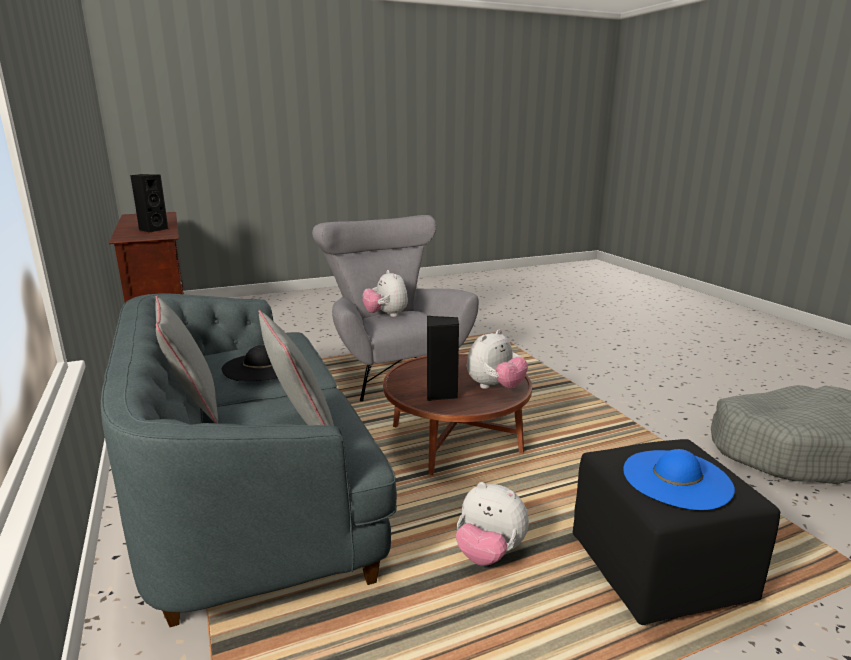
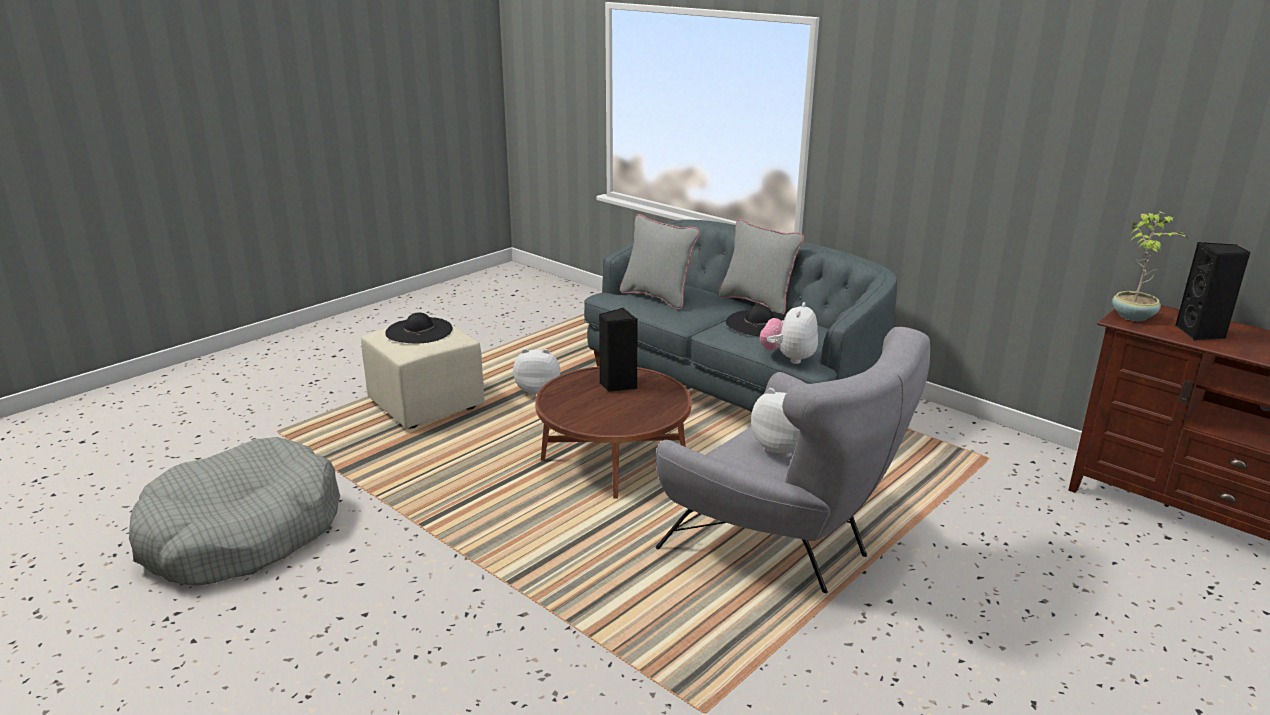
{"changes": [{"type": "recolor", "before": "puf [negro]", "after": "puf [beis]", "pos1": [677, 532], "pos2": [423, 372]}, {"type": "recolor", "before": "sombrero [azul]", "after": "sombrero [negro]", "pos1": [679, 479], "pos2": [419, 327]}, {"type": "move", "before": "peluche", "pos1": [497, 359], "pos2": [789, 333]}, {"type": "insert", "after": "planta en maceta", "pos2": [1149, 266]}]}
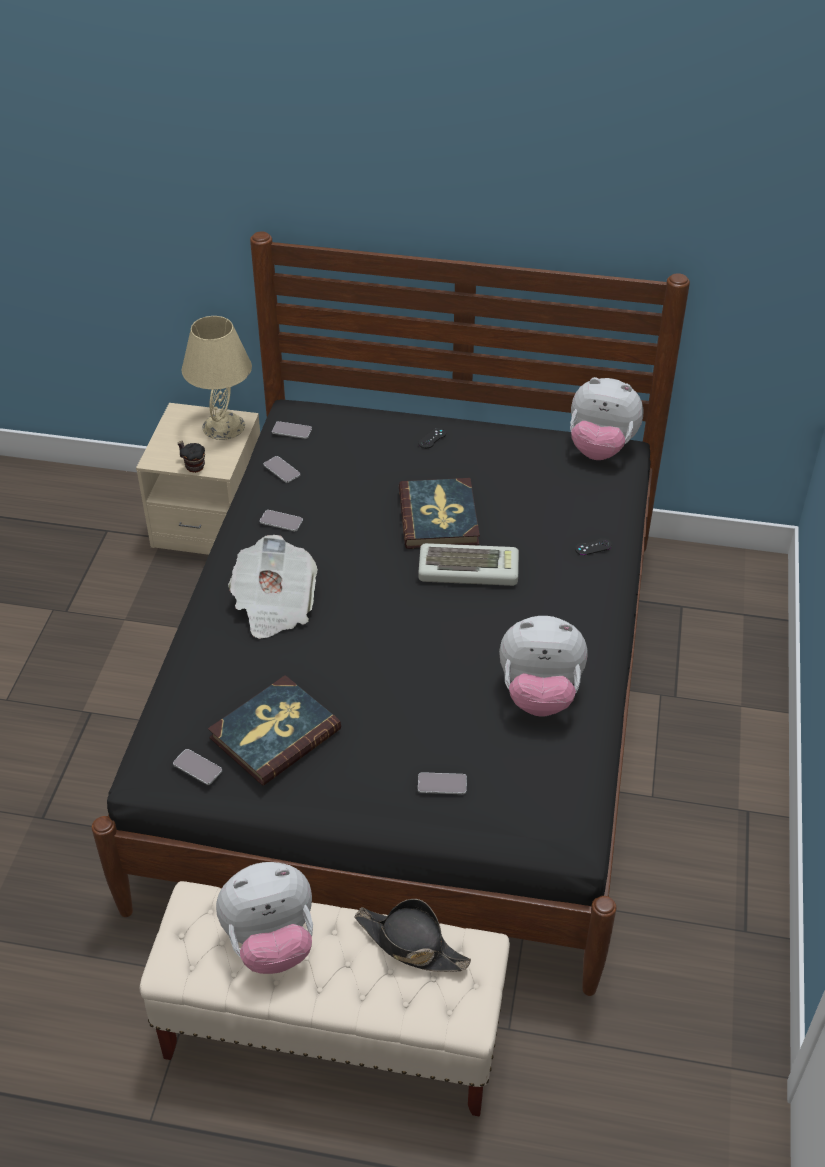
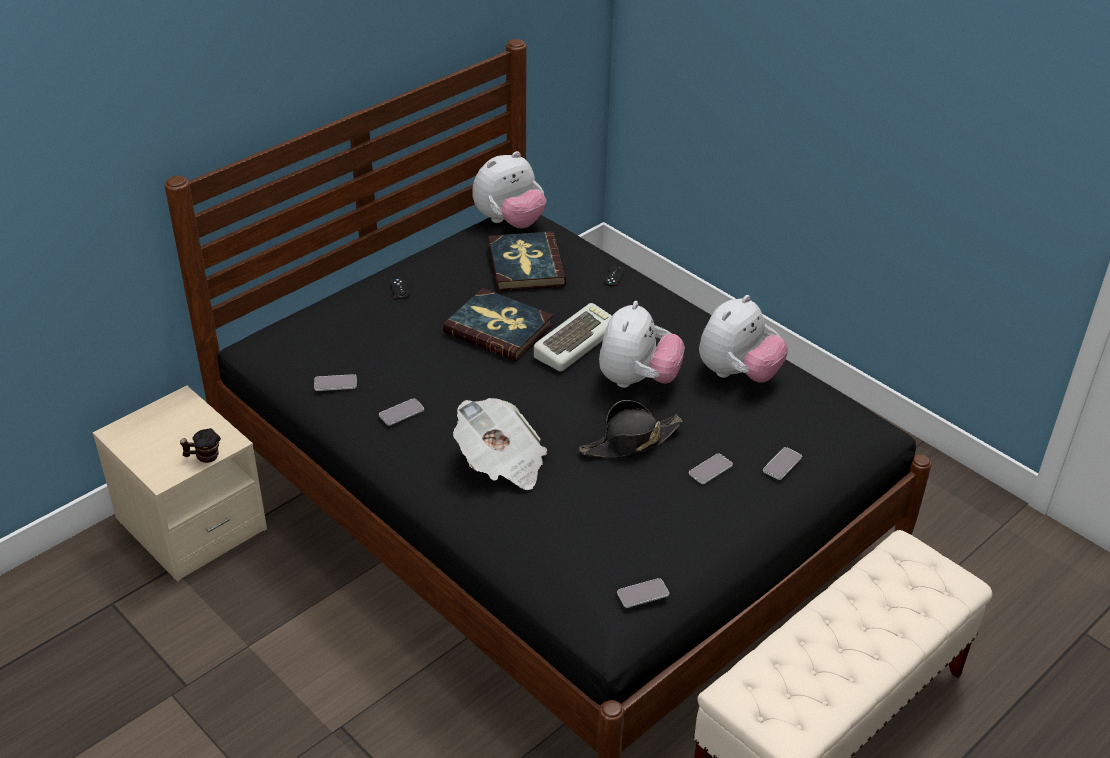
{"changes": [{"type": "move", "before": "libro", "pos1": [274, 730], "pos2": [527, 261]}, {"type": "move", "before": "sombrero [negro]", "pos1": [412, 935], "pos2": [631, 428]}, {"type": "move", "before": "peluche", "pos1": [264, 918], "pos2": [642, 344]}, {"type": "move", "before": "móvil", "pos1": [292, 430], "pos2": [711, 468]}, {"type": "delete", "before": "lámpara de mesa [beis]", "pos1": [216, 378]}]}
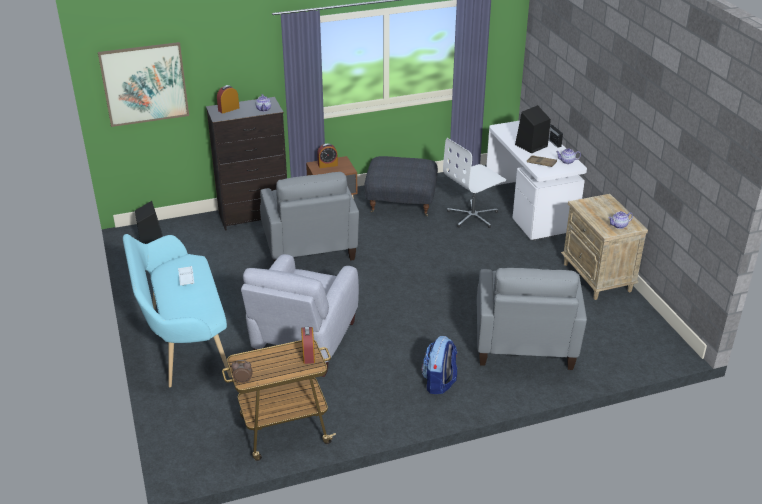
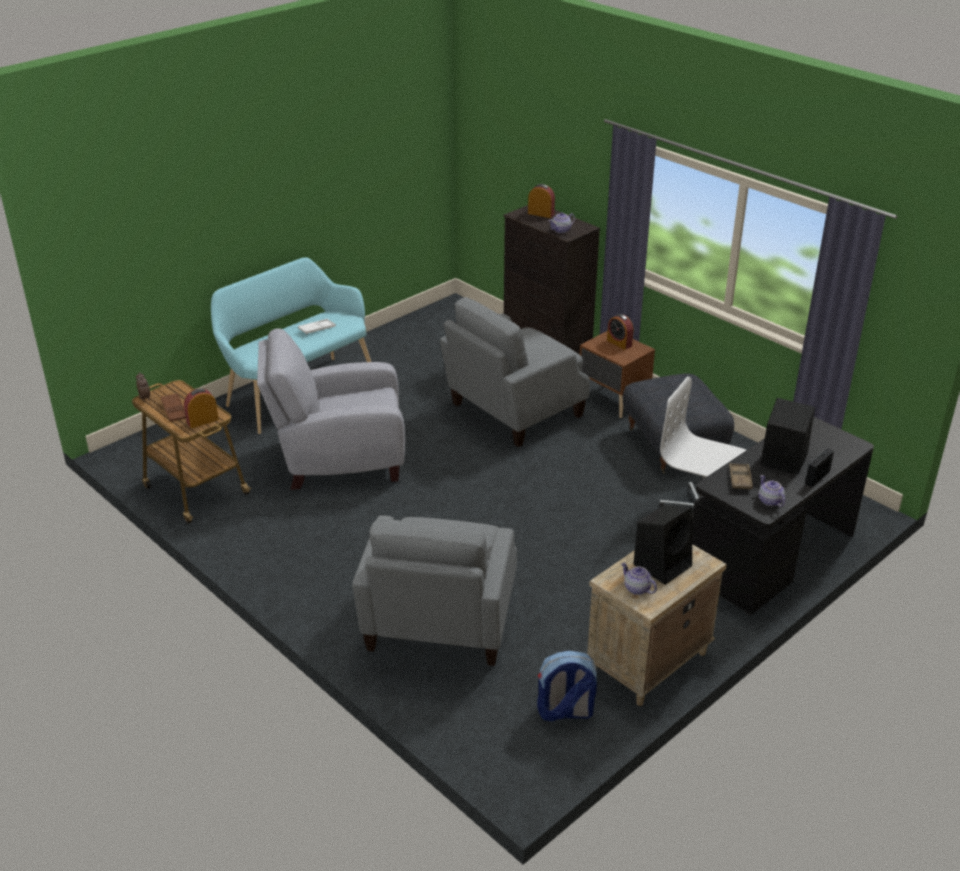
{"changes": [{"type": "insert", "after": "bandeja [marrón]", "pos2": [173, 407]}, {"type": "rotate", "before": "sillón [gris]", "pos1": [532, 319], "pos2": [434, 590], "turn": -60}, {"type": "move", "before": "mochila", "pos1": [439, 365], "pos2": [567, 686]}, {"type": "move", "before": "altavoz [negro]", "pos1": [149, 222], "pos2": [662, 545]}, {"type": "recolor", "before": "escritorio [blanco]", "after": "escritorio [negro]", "pos1": [536, 181], "pos2": [783, 516]}, {"type": "delete", "before": "cuadro", "pos1": [143, 84]}]}
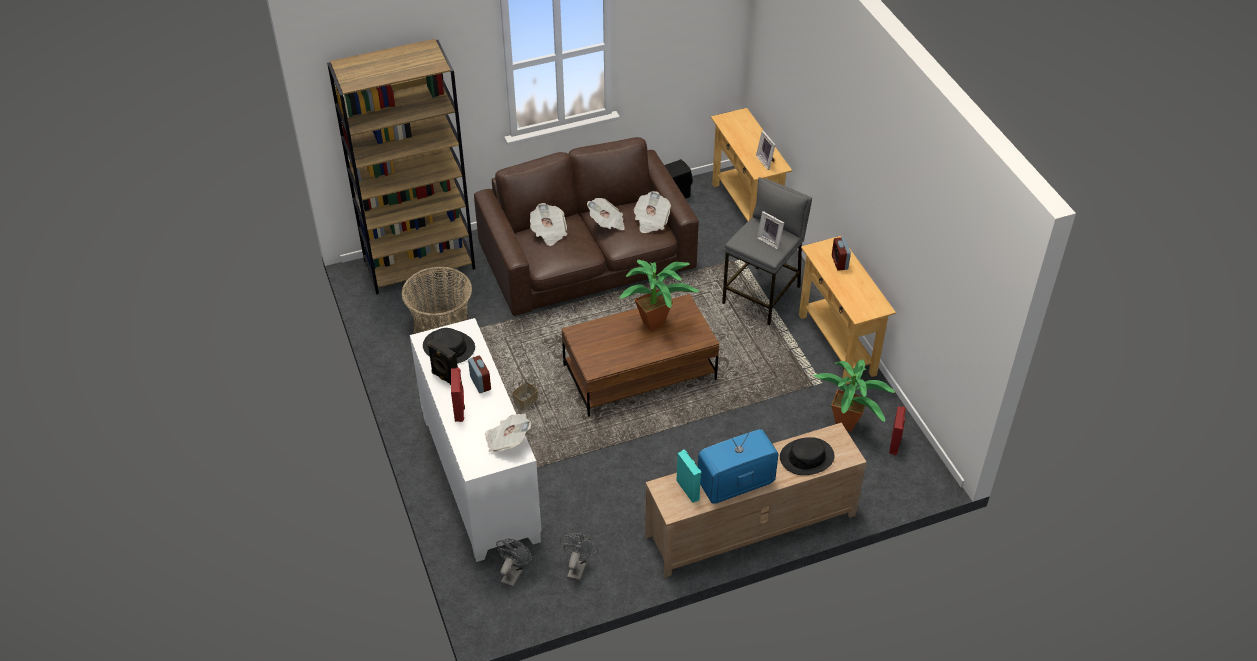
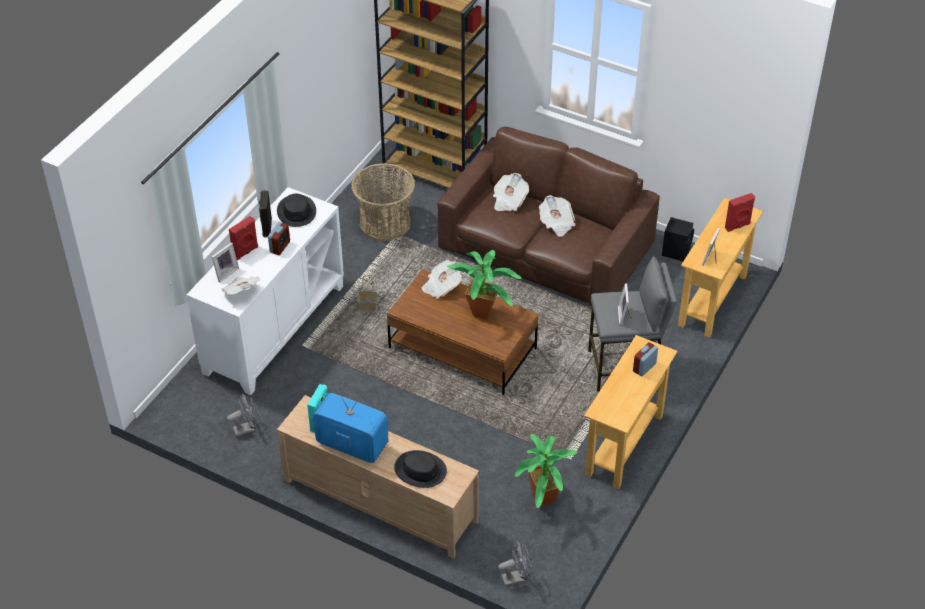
{"changes": [{"type": "insert", "after": "portarretratos", "pos2": [225, 263]}, {"type": "move", "before": "periódico", "pos1": [652, 212], "pos2": [442, 279]}, {"type": "move", "before": "ventilador [gris]", "pos1": [514, 563], "pos2": [516, 563]}, {"type": "move", "before": "altavoz [rojo]", "pos1": [897, 430], "pos2": [740, 212]}]}
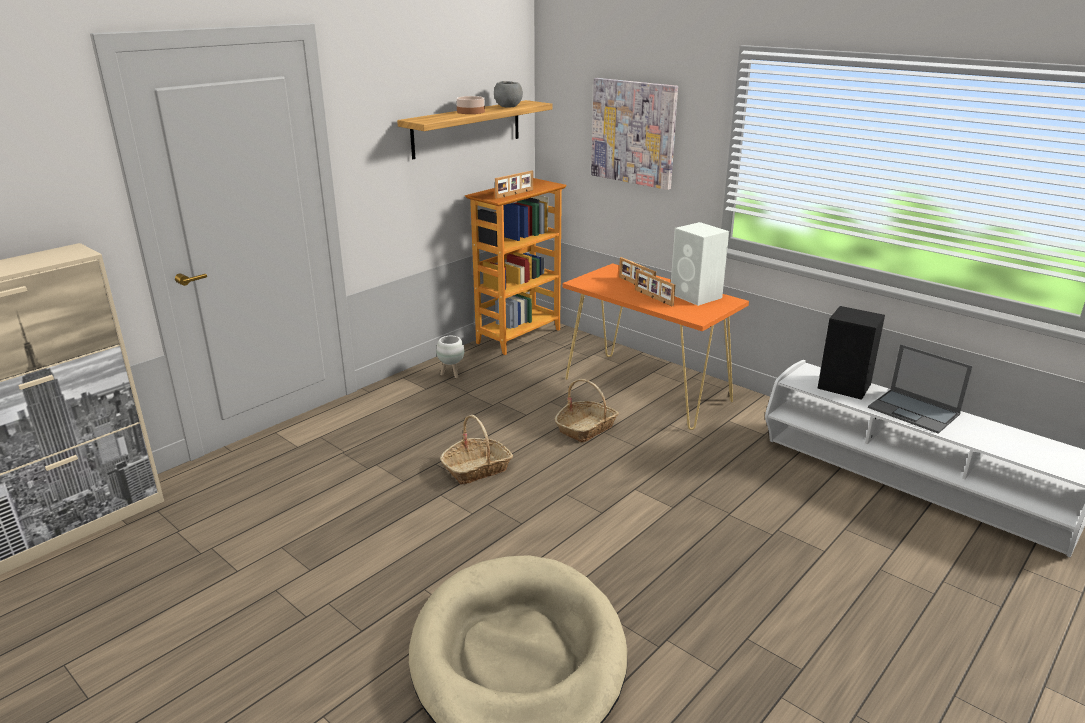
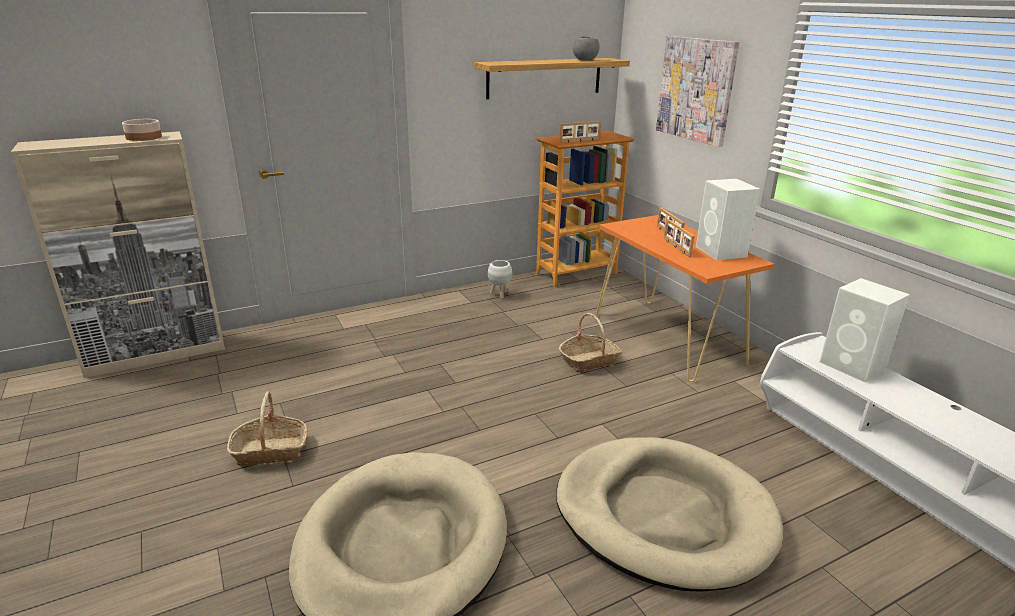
{"changes": [{"type": "move", "before": "cuenco", "pos1": [470, 105], "pos2": [142, 130]}, {"type": "move", "before": "cesta", "pos1": [476, 450], "pos2": [267, 428]}, {"type": "insert", "after": "cama para perro [beis]", "pos2": [669, 514]}, {"type": "recolor", "before": "altavoz [negro]", "after": "altavoz [blanco]", "pos1": [851, 353], "pos2": [865, 330]}, {"type": "delete", "before": "portátil", "pos1": [920, 389]}]}
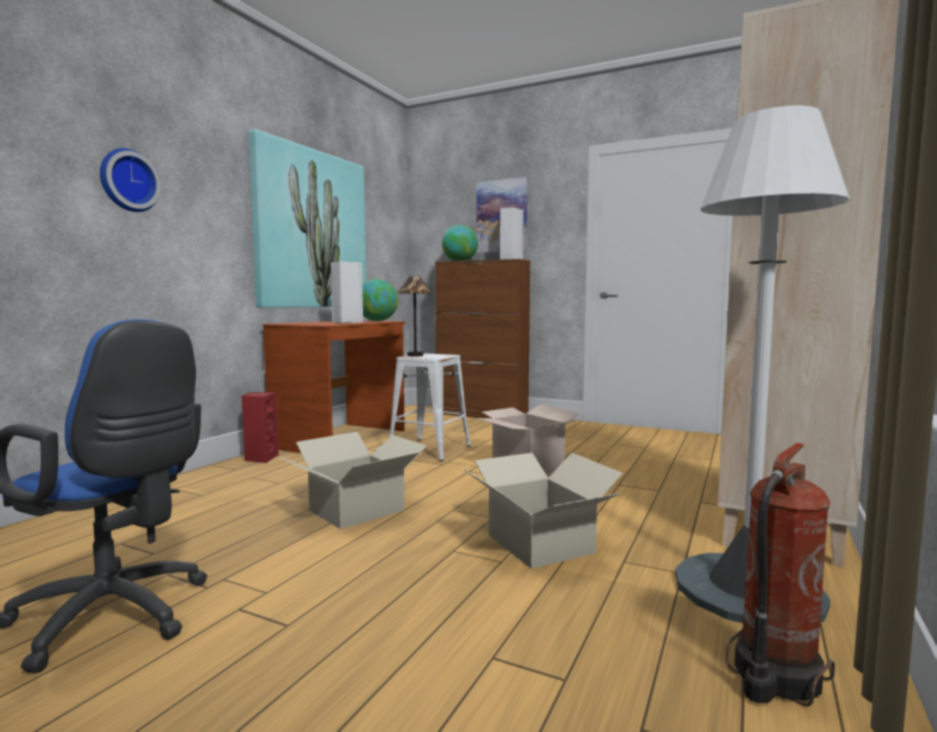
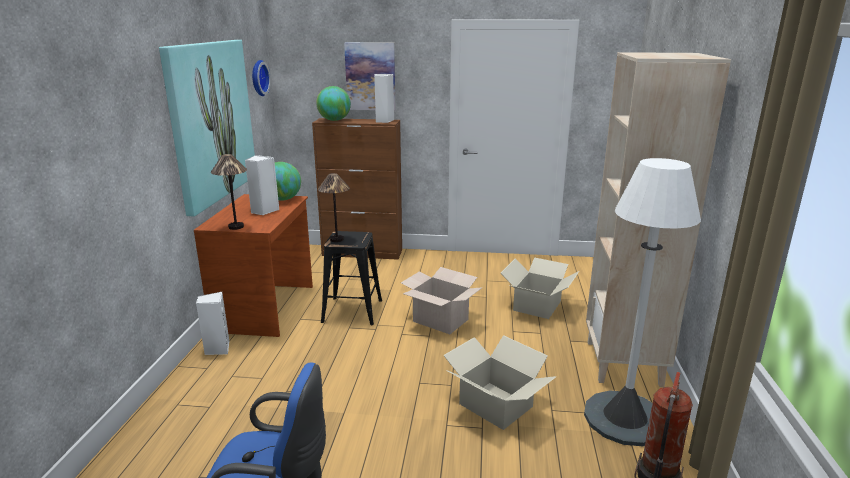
{"changes": [{"type": "recolor", "before": "altavoz [rojo]", "after": "altavoz [blanco]", "pos1": [260, 427], "pos2": [213, 323]}, {"type": "insert", "after": "lámpara de mesa", "pos2": [229, 192]}, {"type": "move", "before": "reloj de pared", "pos1": [130, 180], "pos2": [261, 78]}, {"type": "recolor", "before": "taburete [blanco]", "after": "taburete [negro]", "pos1": [430, 407], "pos2": [351, 278]}, {"type": "move", "before": "caja de cartón", "pos1": [352, 480], "pos2": [540, 288]}]}
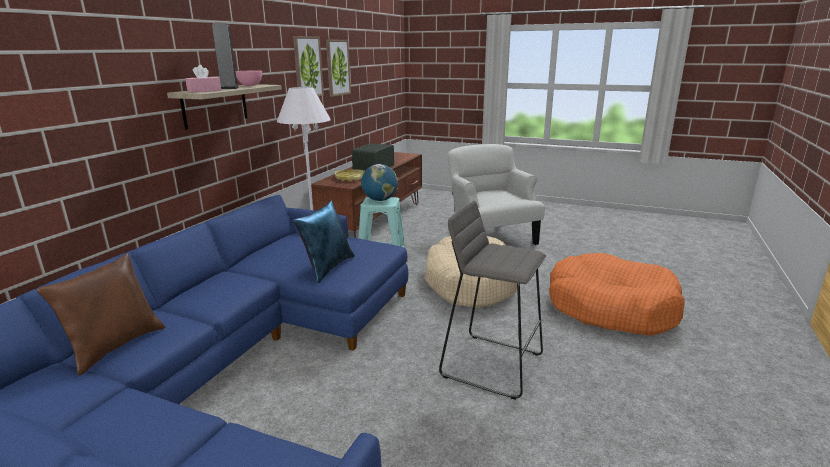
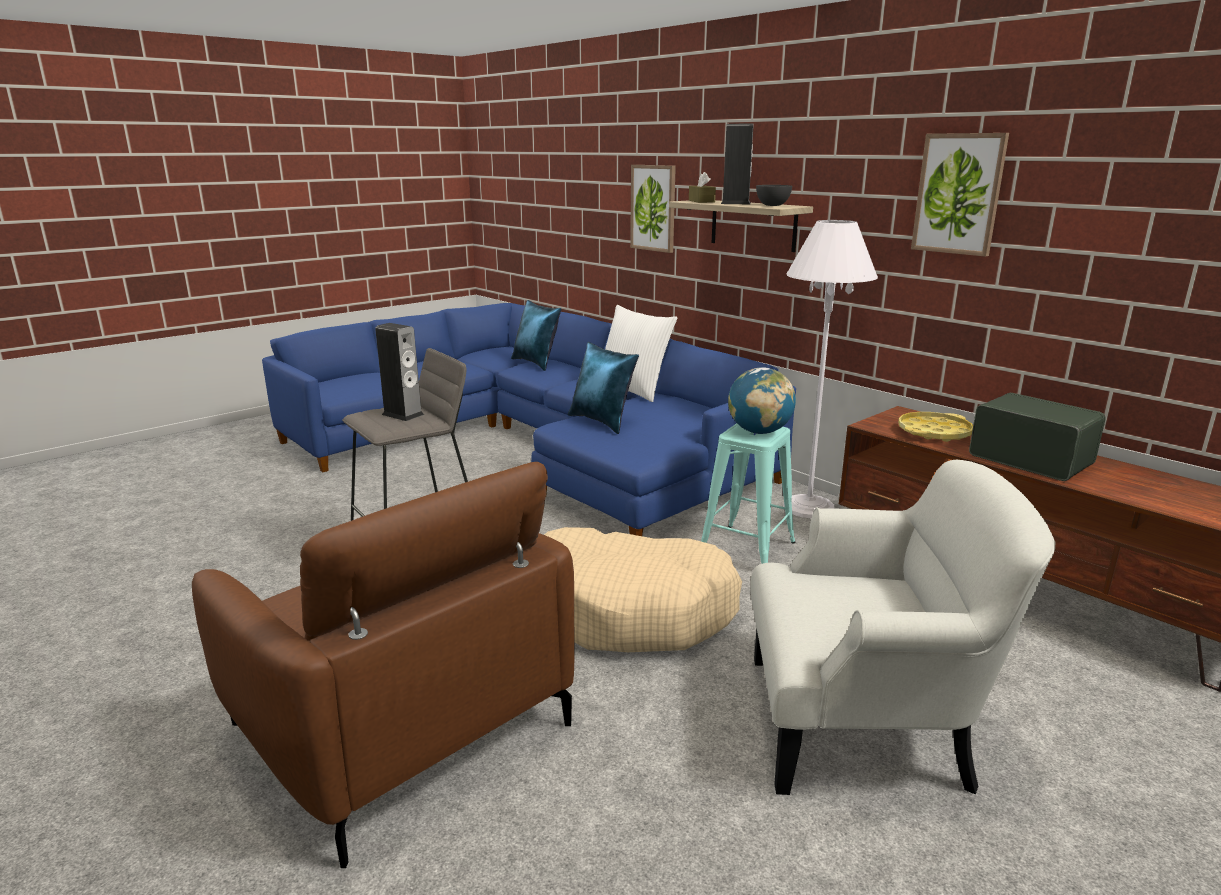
{"changes": [{"type": "replace", "before": "cama para perro [naranja]", "after": "sillón [marrón]", "pos1": [617, 294], "pos2": [383, 665]}, {"type": "insert", "after": "altavoz", "pos2": [399, 372]}, {"type": "recolor", "before": "cojín [marrón]", "after": "cojín [azul]", "pos1": [101, 314], "pos2": [536, 335]}, {"type": "insert", "after": "cojín [blanco]", "pos2": [641, 353]}, {"type": "move", "before": "cuadro", "pos1": [338, 68], "pos2": [653, 209]}, {"type": "recolor", "before": "caja de pañuelos [rosa]", "after": "caja de pañuelos [marrón]", "pos1": [203, 78], "pos2": [702, 187]}, {"type": "recolor", "before": "cuenco [rosa]", "after": "cuenco [gris]", "pos1": [249, 78], "pos2": [774, 195]}]}
